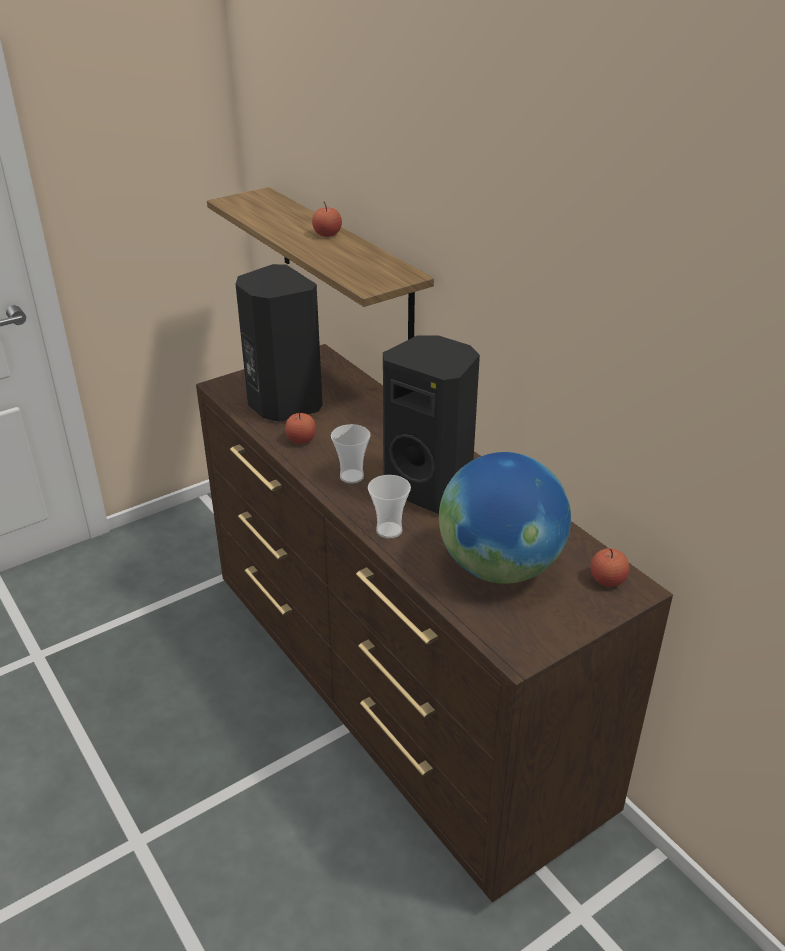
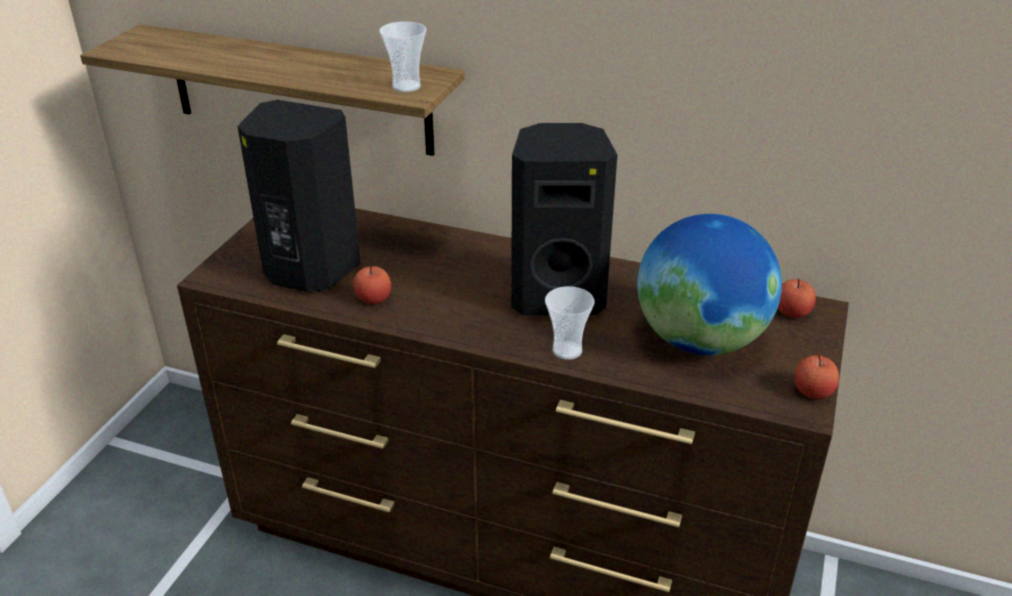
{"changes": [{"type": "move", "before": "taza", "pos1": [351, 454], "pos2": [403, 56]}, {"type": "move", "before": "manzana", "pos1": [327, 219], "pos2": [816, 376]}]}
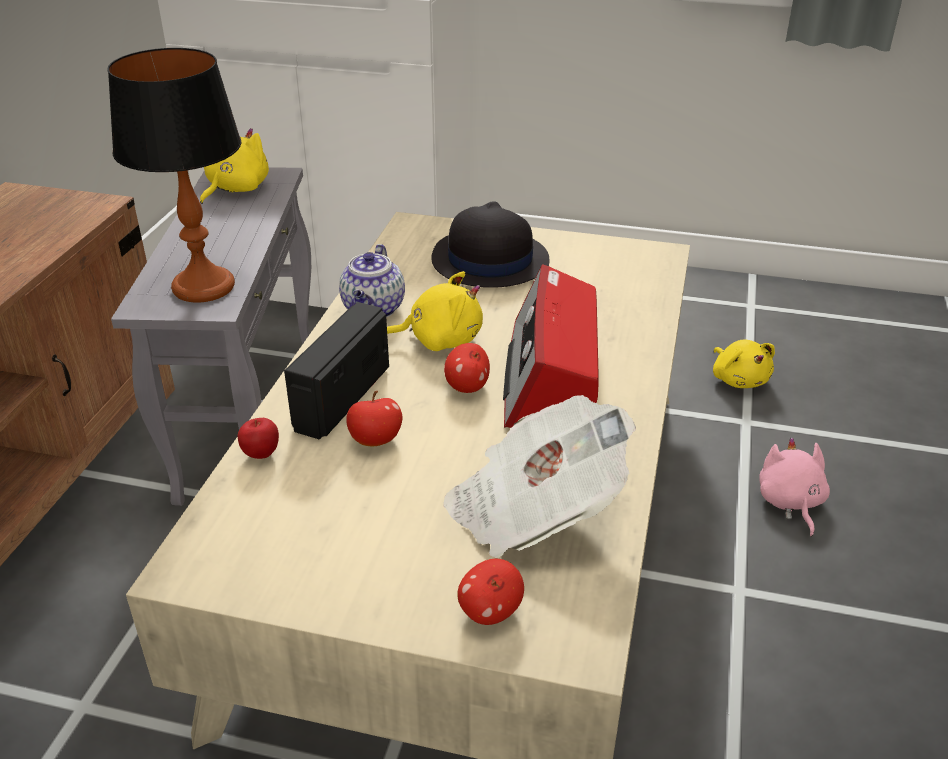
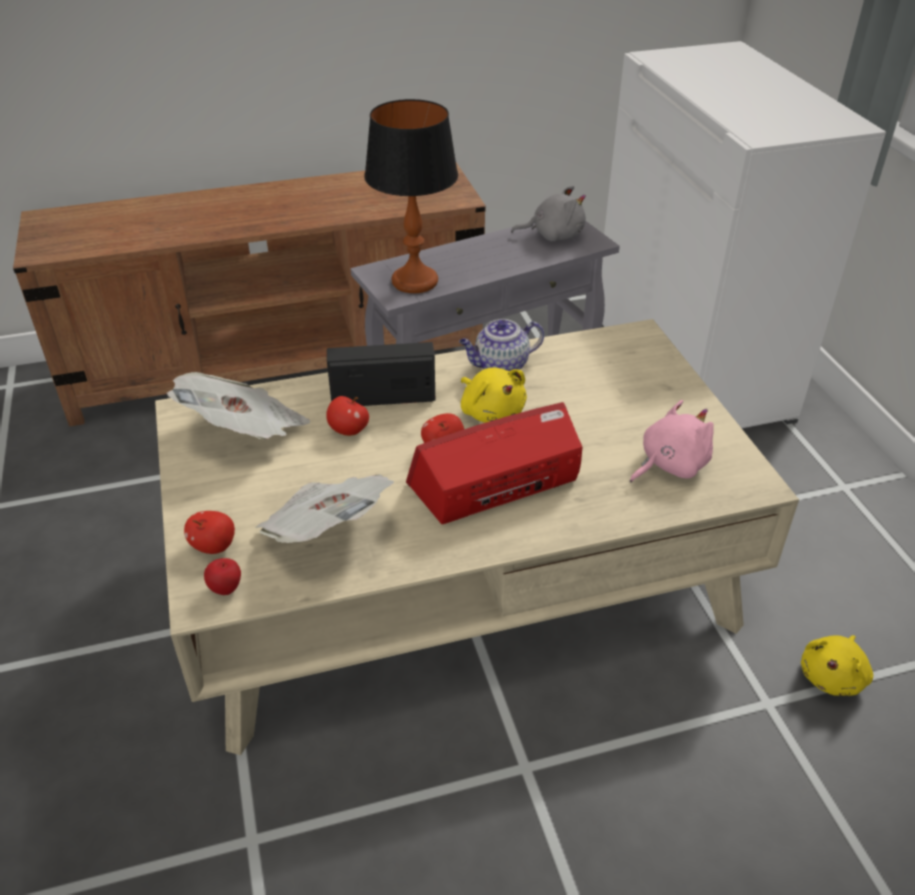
{"changes": [{"type": "insert", "after": "periódico", "pos2": [238, 406]}, {"type": "move", "before": "manzana", "pos1": [258, 438], "pos2": [222, 576]}, {"type": "recolor", "before": "peluche [amarillo]", "after": "peluche [gris]", "pos1": [234, 166], "pos2": [548, 213]}, {"type": "move", "before": "peluche [rosa]", "pos1": [794, 487], "pos2": [672, 441]}, {"type": "delete", "before": "sombrero [negro]", "pos1": [490, 244]}]}
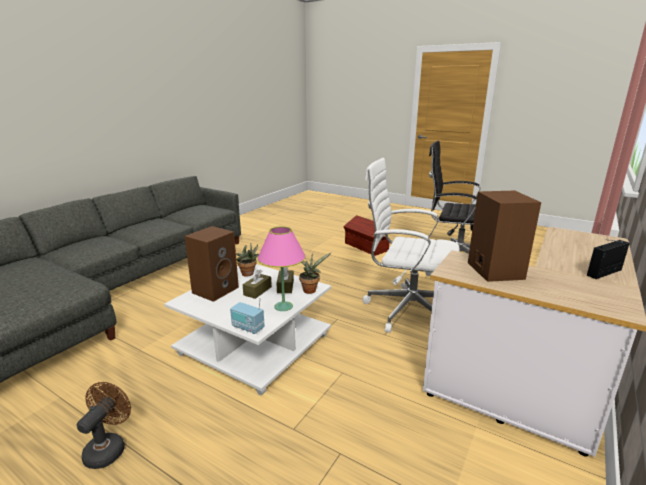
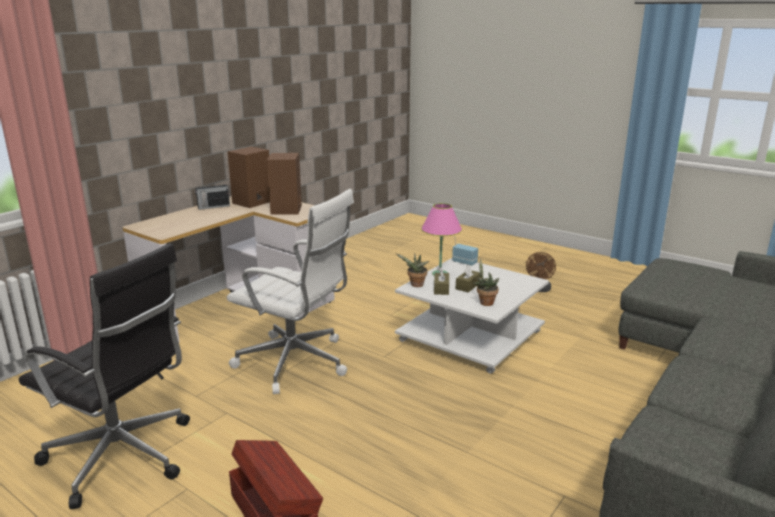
{"changes": [{"type": "move", "before": "altavoz [marrón]", "pos1": [211, 264], "pos2": [248, 177]}]}
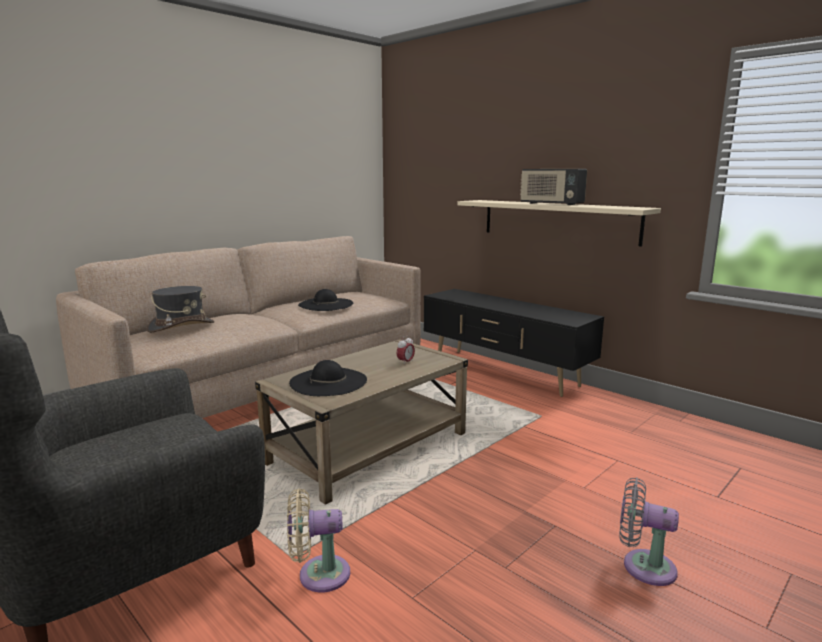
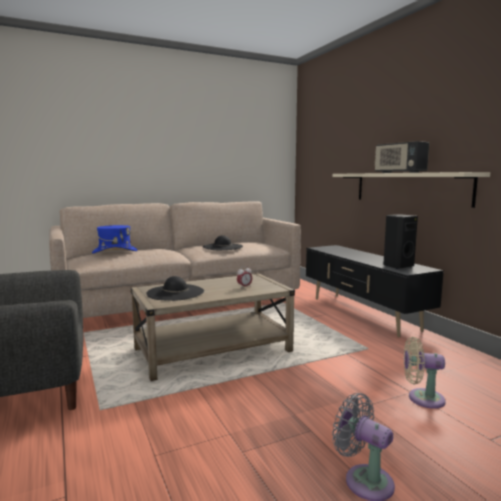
{"changes": [{"type": "recolor", "before": "sombrero [gris]", "after": "sombrero [azul]", "pos1": [180, 309], "pos2": [115, 239]}, {"type": "insert", "after": "altavoz [negro]", "pos2": [400, 242]}, {"type": "move", "before": "ventilador [beis]", "pos1": [318, 540], "pos2": [425, 373]}]}
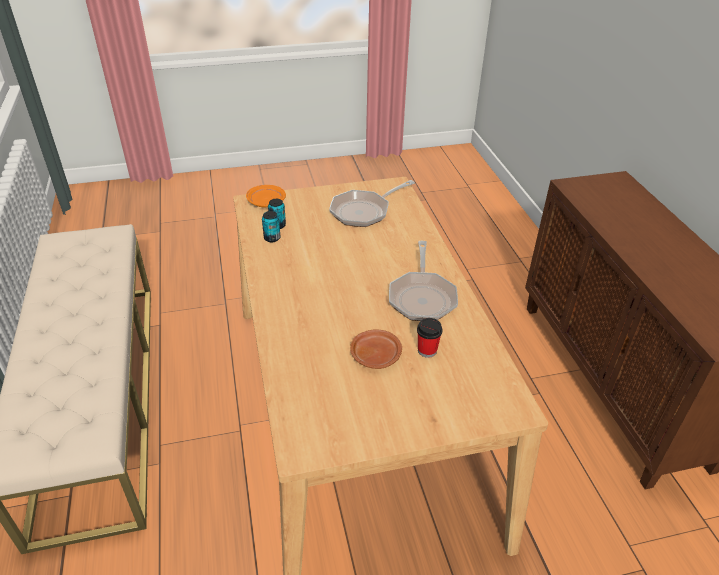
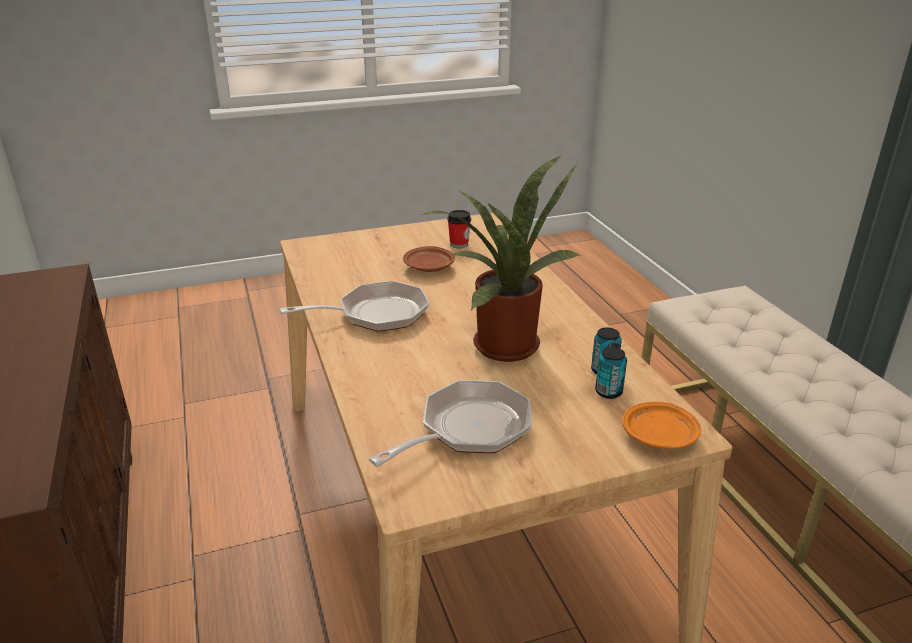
{"changes": [{"type": "rotate", "before": "sartén", "pos1": [423, 281], "pos2": [355, 306], "turn": 75}, {"type": "insert", "after": "planta en maceta", "pos2": [500, 259]}, {"type": "move", "before": "taza", "pos1": [429, 338], "pos2": [459, 229]}]}
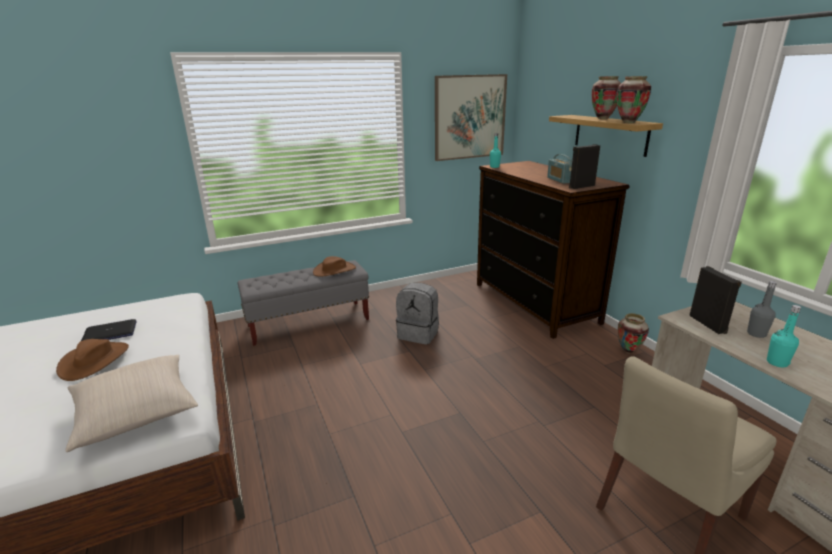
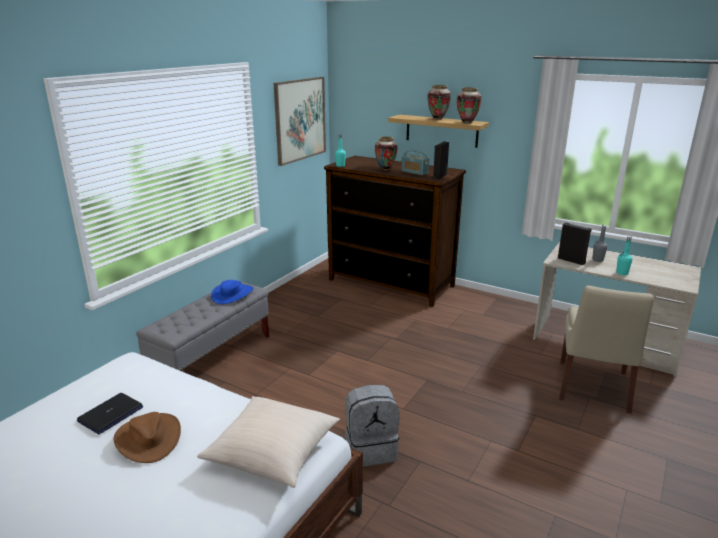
{"changes": [{"type": "recolor", "before": "sombrero [marrón]", "after": "sombrero [azul]", "pos1": [334, 266], "pos2": [232, 292]}, {"type": "move", "before": "mochila [gris]", "pos1": [417, 313], "pos2": [372, 426]}, {"type": "move", "before": "florero", "pos1": [633, 333], "pos2": [386, 153]}]}
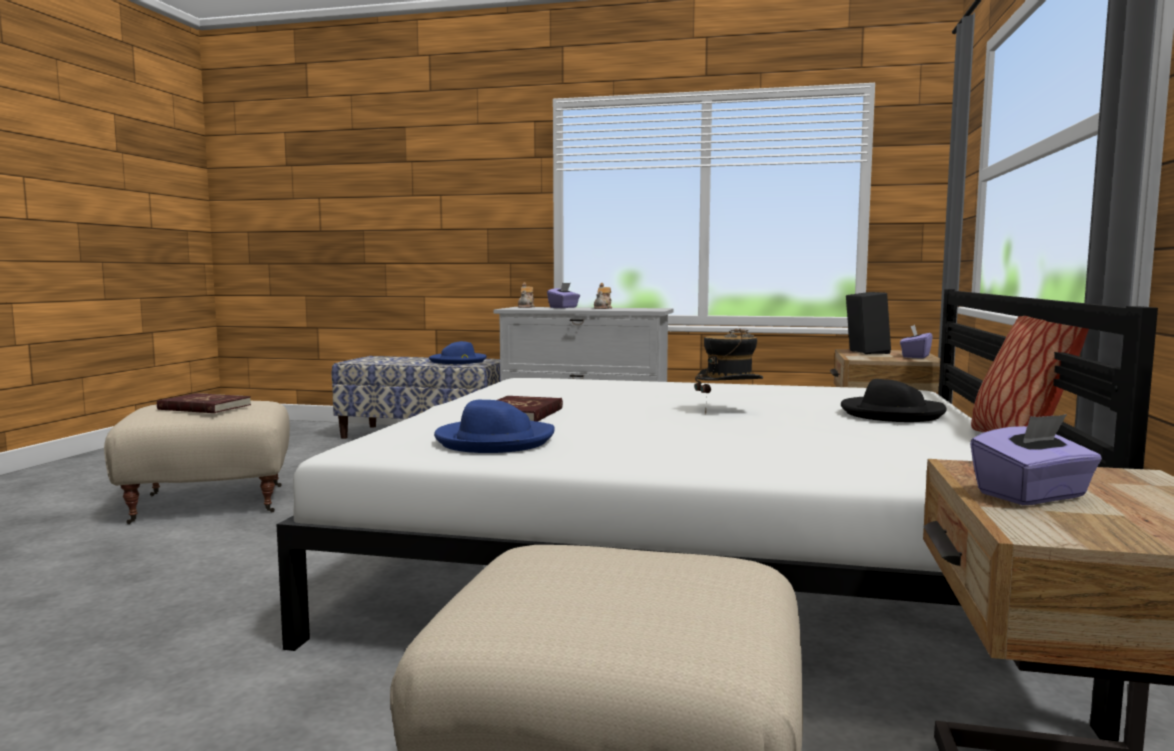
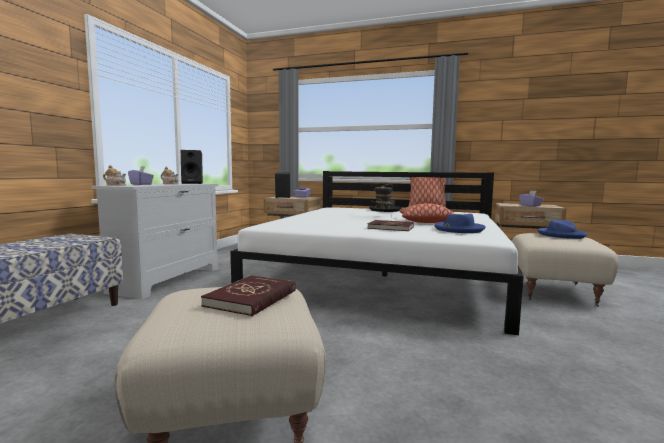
{"changes": [{"type": "insert", "after": "altavoz [negro]", "pos2": [192, 167]}, {"type": "insert", "after": "cojín", "pos2": [427, 213]}, {"type": "move", "before": "sombrero [azul]", "pos1": [458, 352], "pos2": [562, 229]}]}
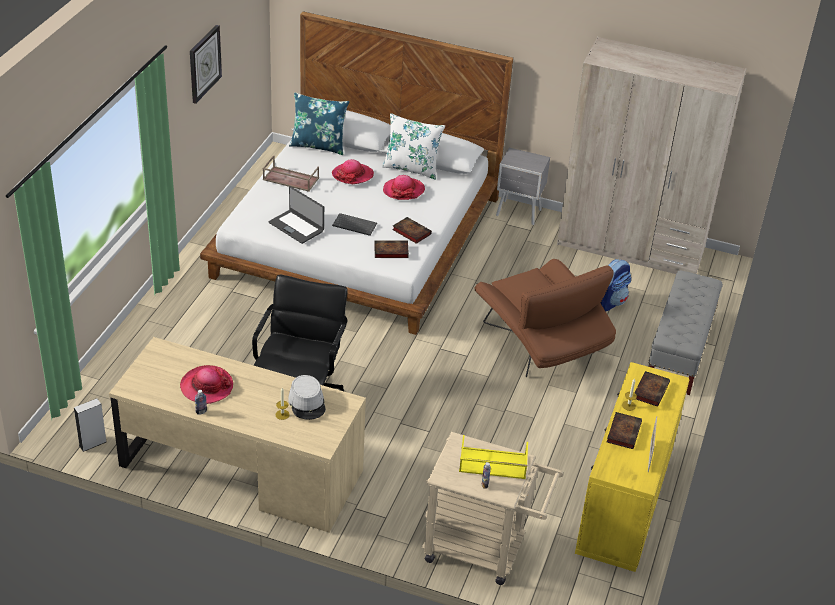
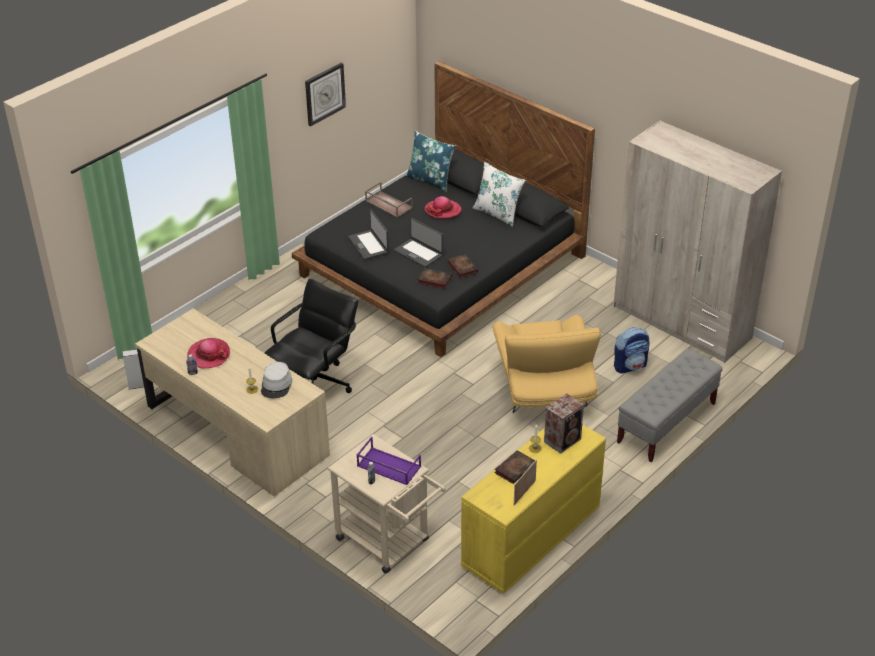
{"changes": [{"type": "recolor", "before": "cama [blanco]", "after": "cama [negro]", "pos1": [356, 173], "pos2": [443, 209]}, {"type": "recolor", "before": "bandeja [amarillo]", "after": "bandeja [morado]", "pos1": [493, 457], "pos2": [388, 461]}, {"type": "replace", "before": "teclado", "after": "portátil", "pos1": [354, 224], "pos2": [418, 242]}, {"type": "recolor", "before": "sillón [marrón]", "after": "sillón [amarillo]", "pos1": [545, 318], "pos2": [546, 364]}, {"type": "replace", "before": "libro", "after": "altavoz", "pos1": [652, 389], "pos2": [564, 424]}, {"type": "delete", "before": "sombrero", "pos1": [404, 187]}, {"type": "delete", "before": "mesita de noche [gris]", "pos1": [523, 186]}]}
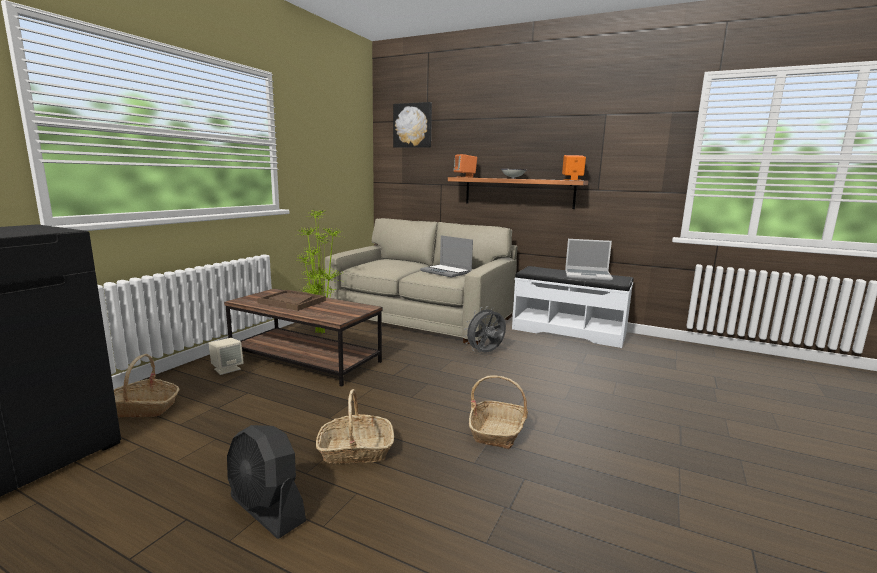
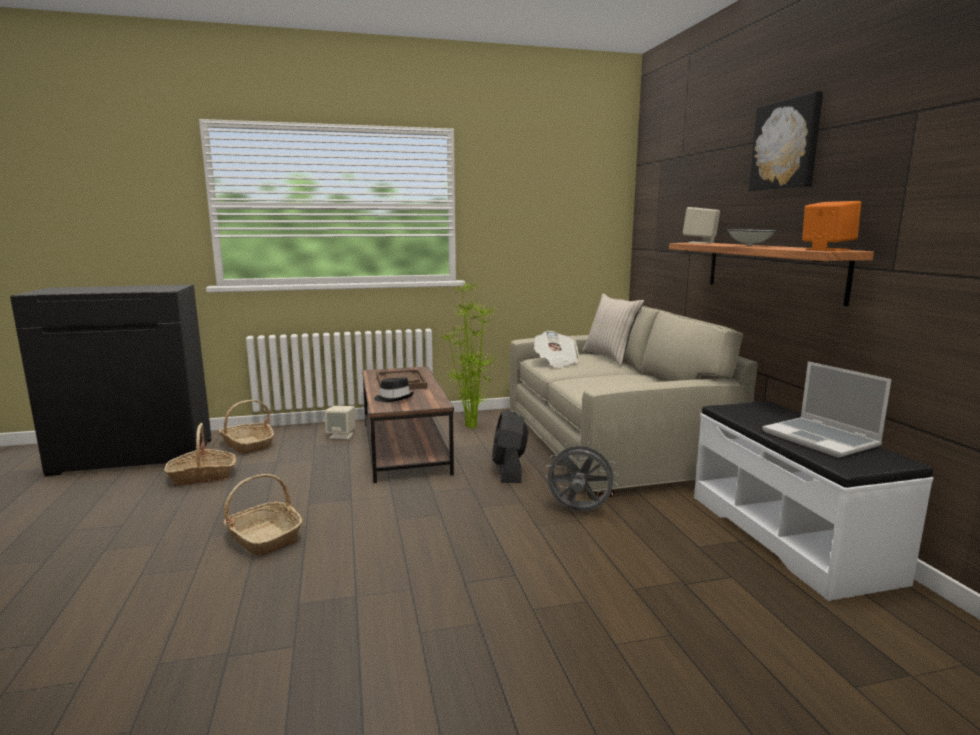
{"changes": [{"type": "move", "before": "cesta", "pos1": [498, 412], "pos2": [200, 454]}, {"type": "insert", "after": "sombrero [negro]", "pos2": [394, 389]}, {"type": "move", "before": "ventilador [negro]", "pos1": [266, 482], "pos2": [510, 446]}, {"type": "insert", "after": "periódico", "pos2": [556, 349]}, {"type": "insert", "after": "cojín [beis]", "pos2": [613, 330]}, {"type": "recolor", "before": "altavoz [naranja]", "after": "altavoz [beis]", "pos1": [465, 166], "pos2": [701, 225]}, {"type": "move", "before": "cuadro", "pos1": [412, 125], "pos2": [786, 141]}, {"type": "delete", "before": "portátil", "pos1": [446, 256]}]}
